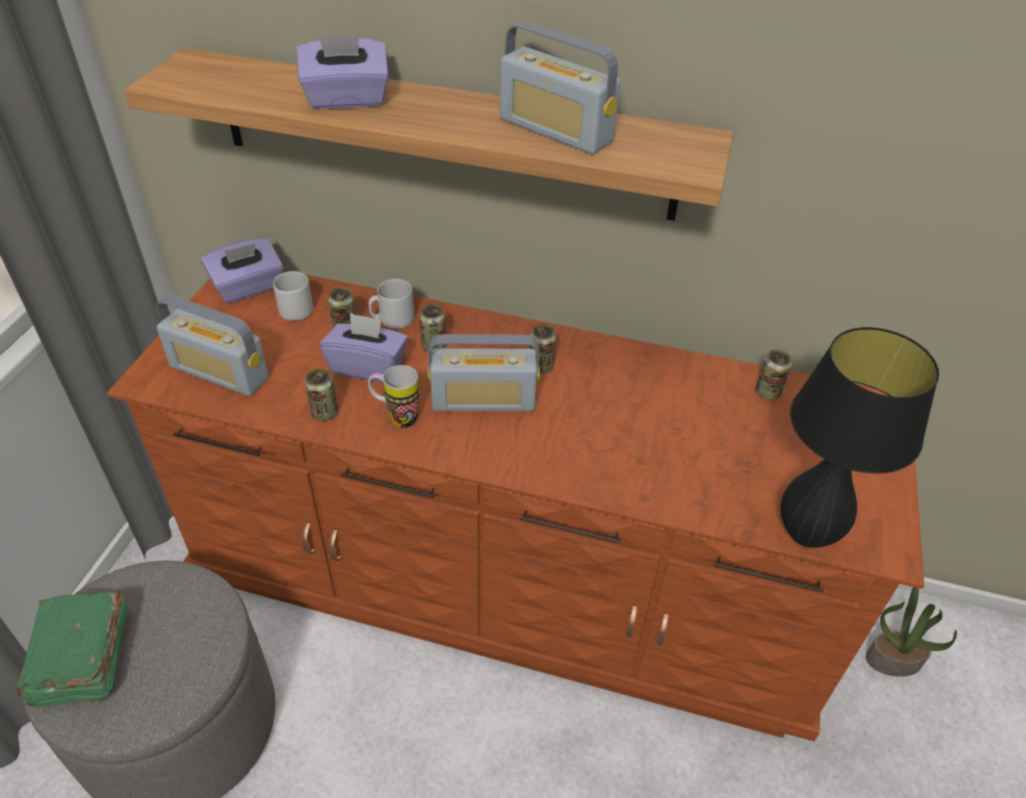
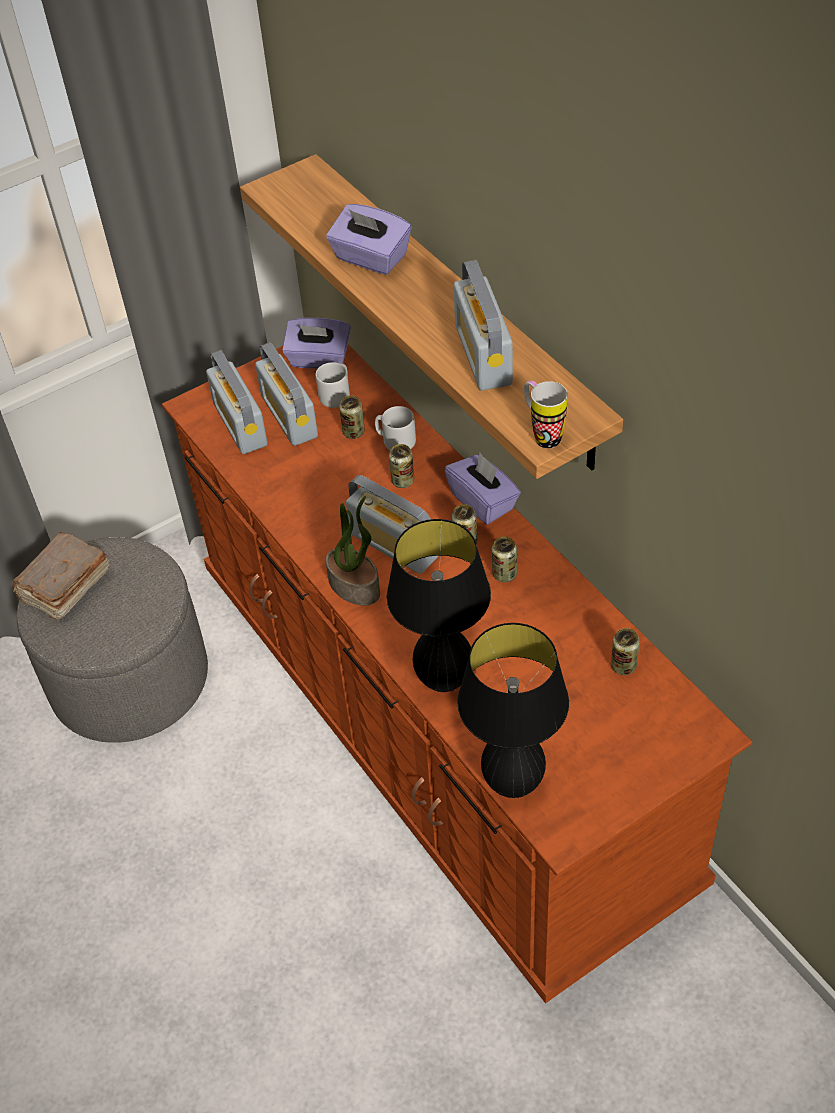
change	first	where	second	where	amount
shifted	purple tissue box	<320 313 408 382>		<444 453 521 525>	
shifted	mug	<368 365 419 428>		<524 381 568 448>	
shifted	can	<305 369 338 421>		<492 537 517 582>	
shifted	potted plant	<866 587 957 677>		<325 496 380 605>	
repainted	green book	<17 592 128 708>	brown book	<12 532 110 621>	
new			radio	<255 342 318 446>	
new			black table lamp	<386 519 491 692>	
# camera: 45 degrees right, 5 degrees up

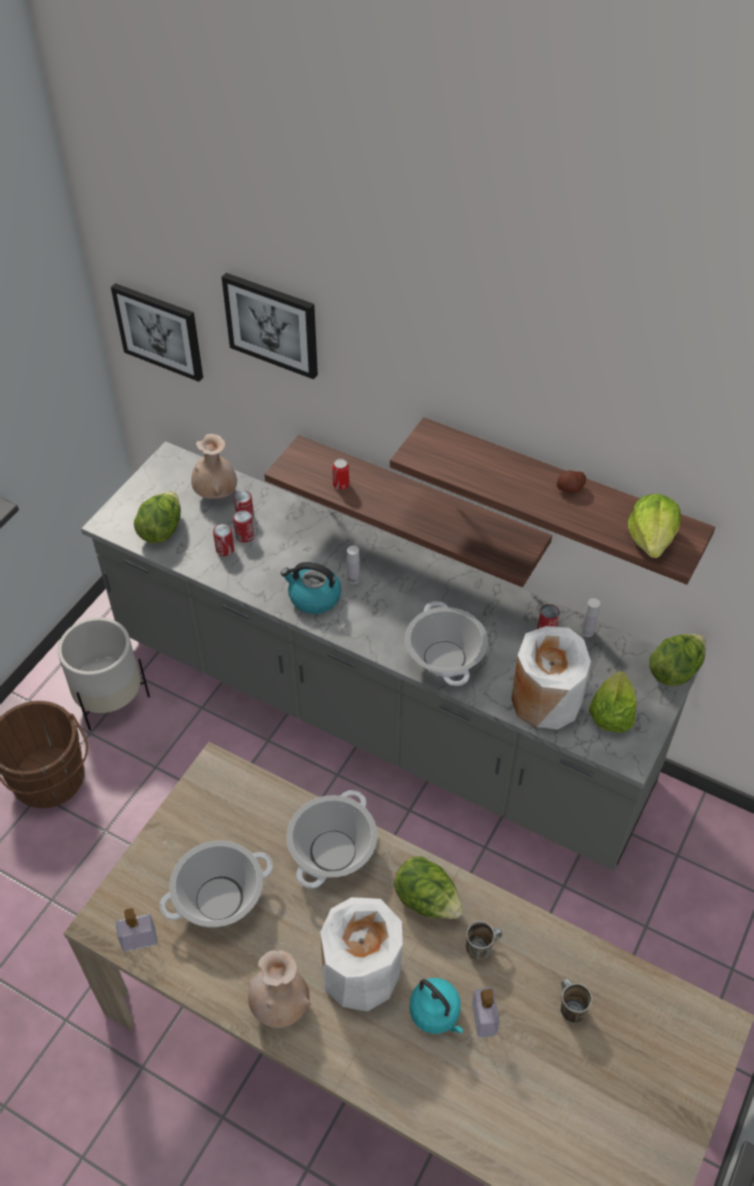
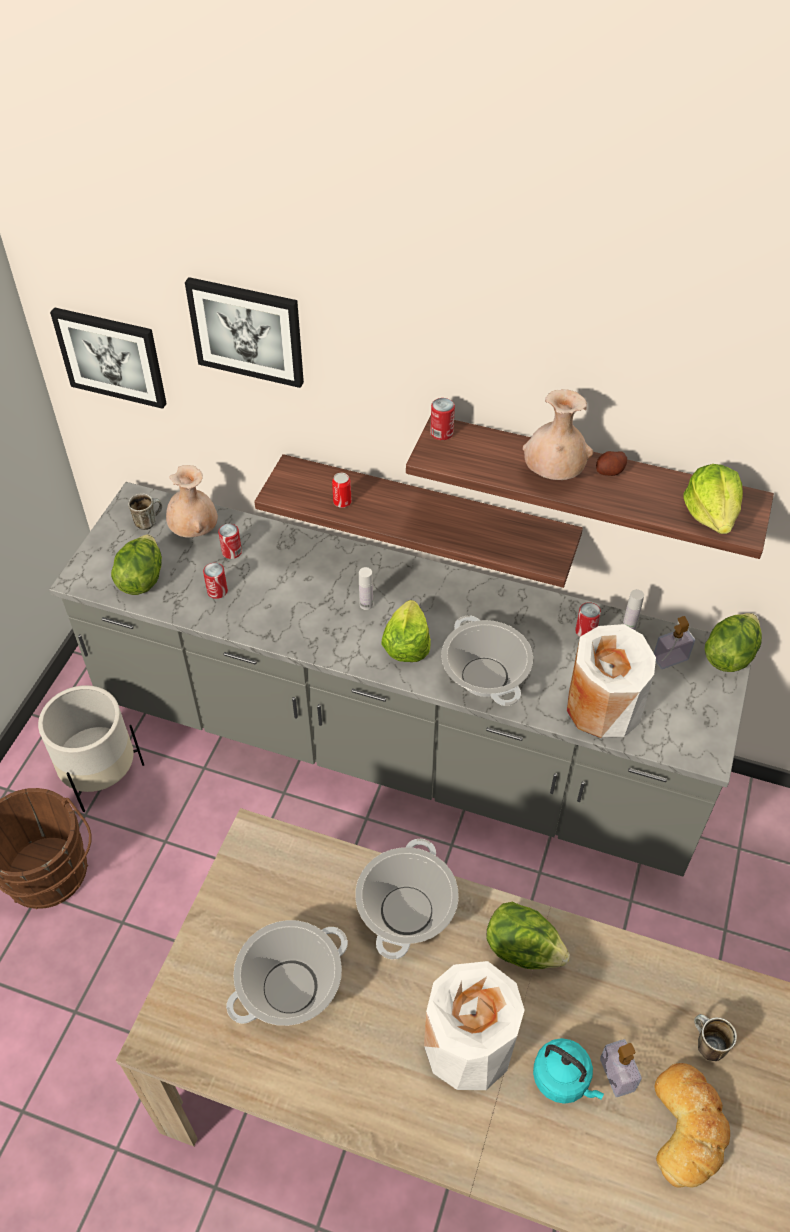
change	first	where	second	where	amount
shifted	can	<233 510 254 543>		<430 398 455 440>	
gone	kettle	<281 562 341 614>			
shifted	lettuce	<589 671 637 733>		<381 600 431 662>	
shifted	soap dispenser	<116 908 157 952>		<654 616 695 669>	
shifted	mug	<466 921 502 960>		<128 493 162 530>	
shifted	beige vase	<248 950 311 1028>		<523 389 593 480>	
new			bread	<654 1063 730 1188>	
# camera: 10 degrees left, 0 degrees up

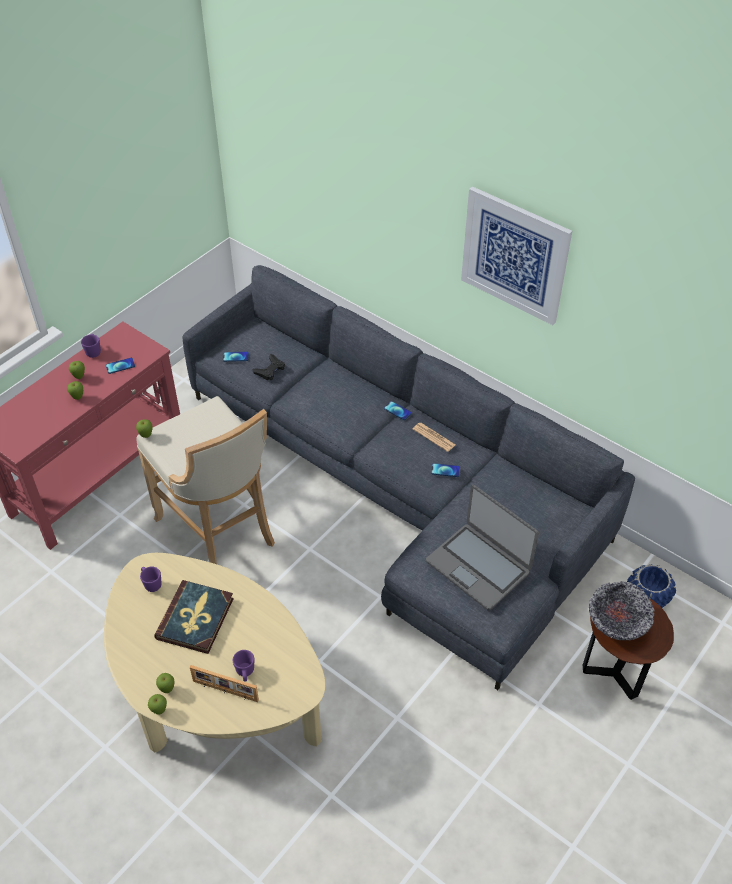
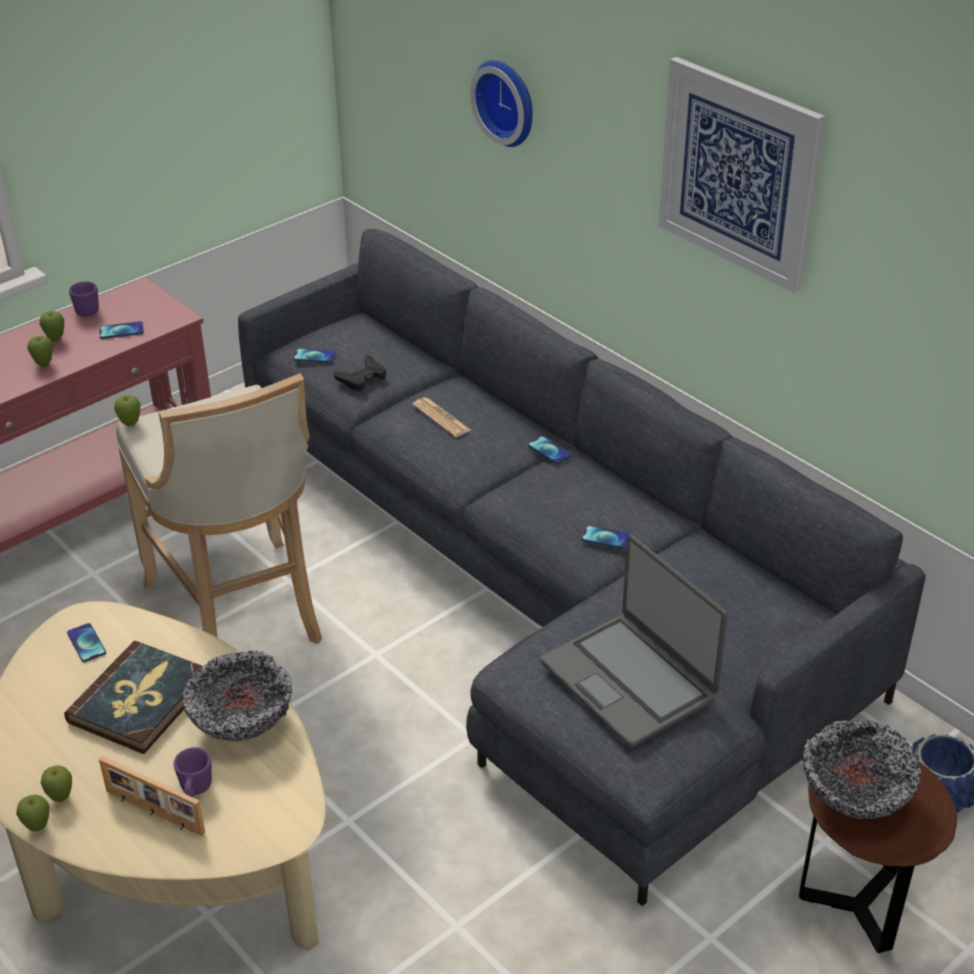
change	first	where	second	where	amount
shifted	newspaper	<413 423 456 452>		<412 398 470 437>	
swapped	purple mug	<140 567 162 592>	phone	<67 623 106 662>	
new			wall clock	<470 60 533 147>	
new			bowl	<183 650 292 742>	
# camera: 10 degrees right, 10 degrees down

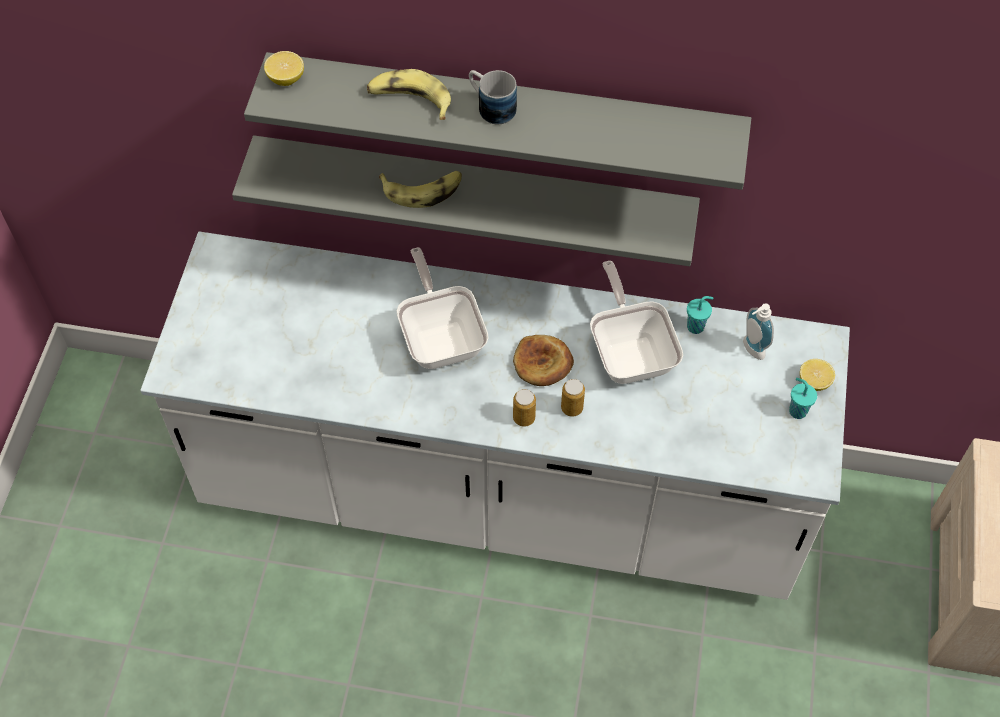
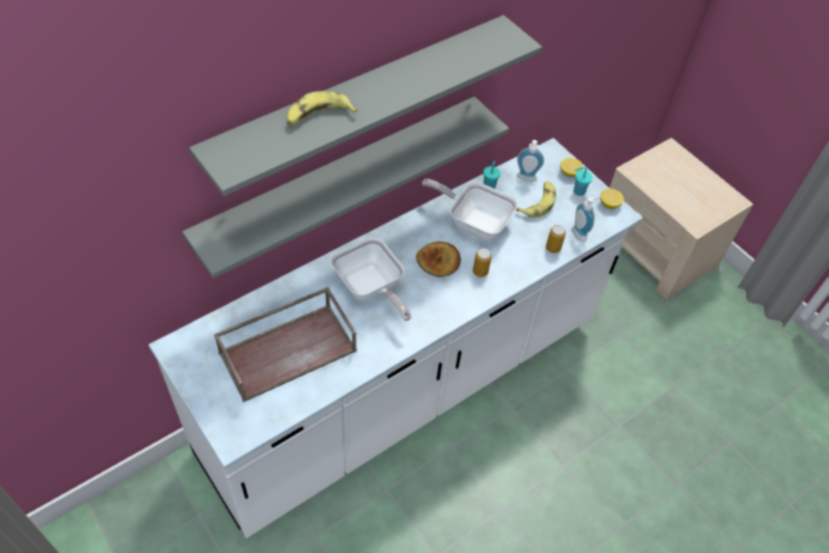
change	first	where	second	where	amount
shifted	lemon	<264 51 304 86>		<600 189 624 209>	
gone	mug	<469 70 517 124>			
shifted	banana	<379 171 462 208>		<516 182 556 218>	
rotated	frying pan	<397 248 489 369>		<331 237 411 321>	150 degrees counterclockwise
shifted	can	<513 389 536 427>		<546 225 566 253>	
new			soap dispenser	<572 196 600 242>	
new			brown tray	<214 287 357 402>	
# camera: 50 degrees left, 5 degrees down

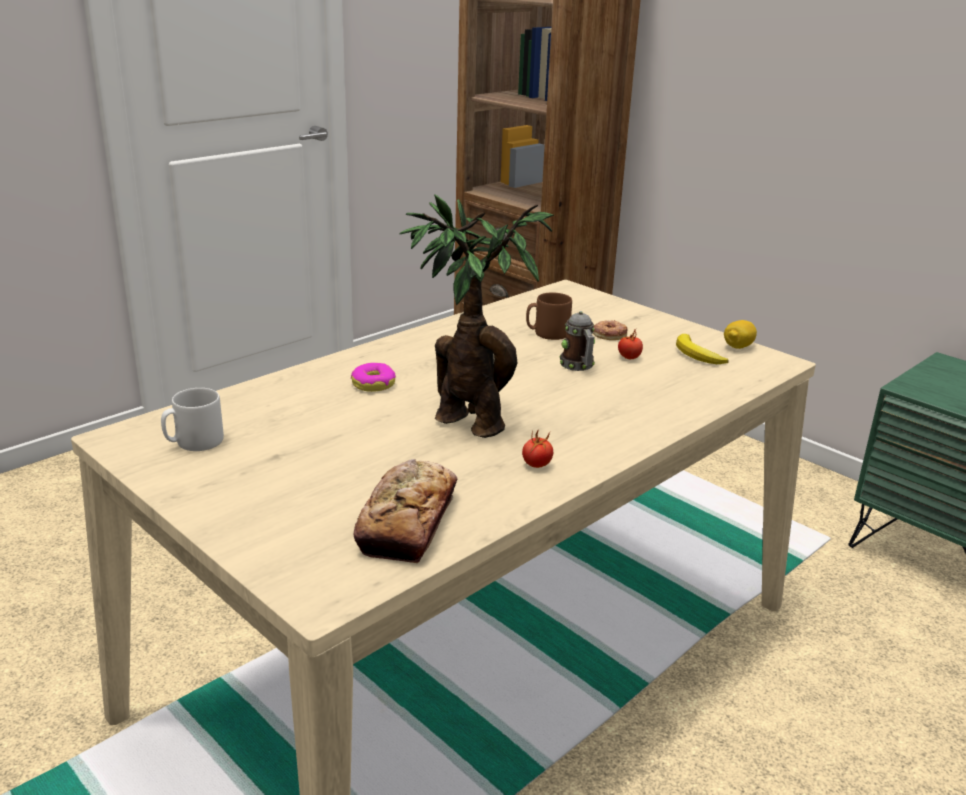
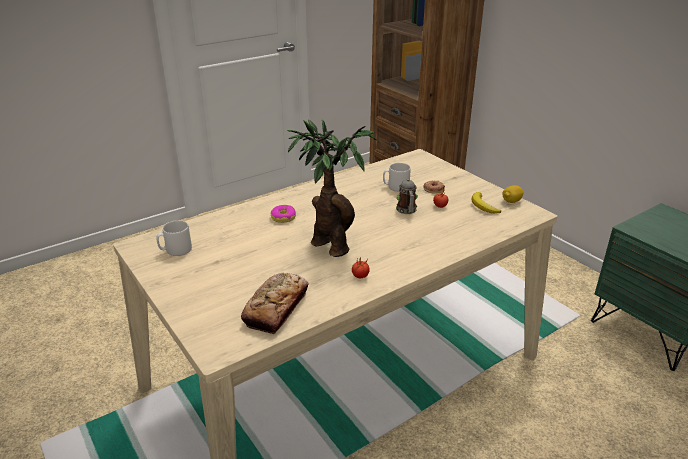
change	first	where	second	where	amount
repainted	brown mug	<526 292 572 340>	grey mug	<383 163 411 192>	
# camera: 10 degrees right, 5 degrees up

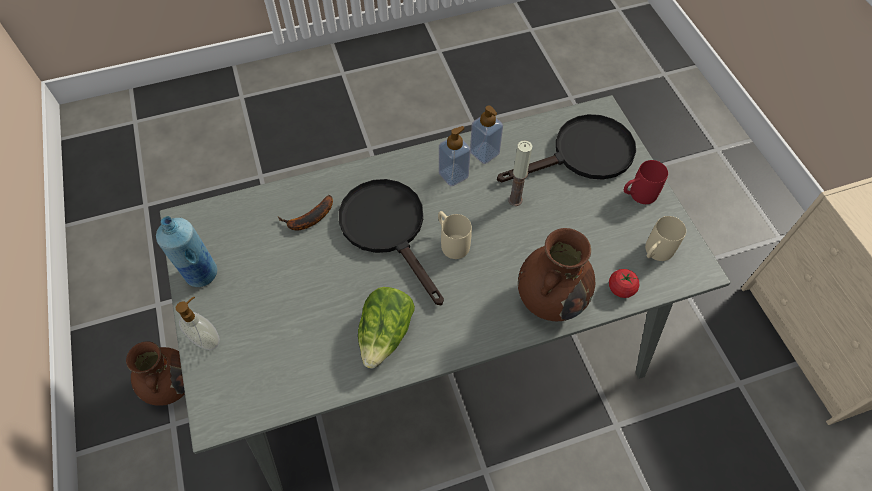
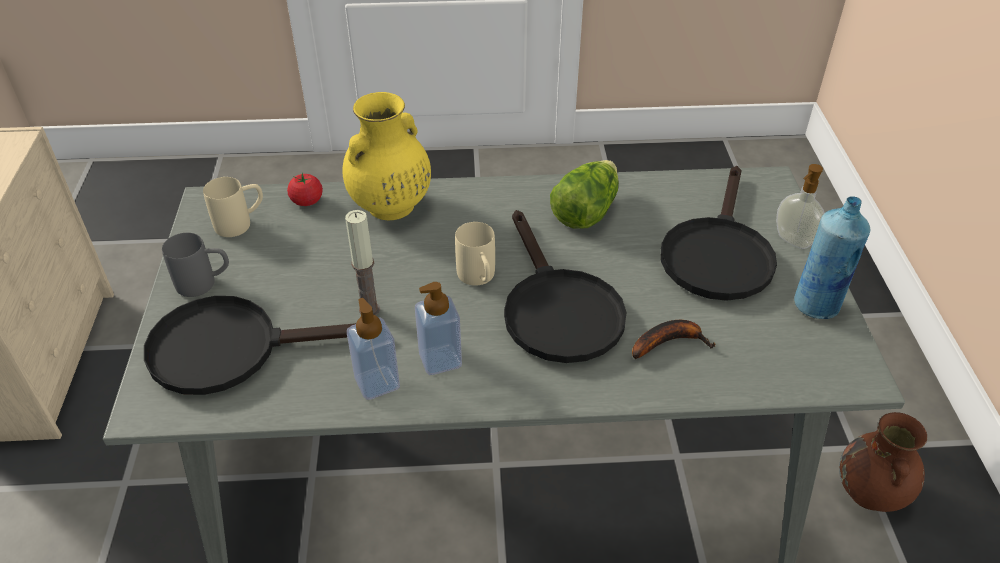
change	first	where	second	where	amount
repainted	red mug	<624 160 668 204>	grey mug	<162 233 229 297>	
repainted	brown vase	<518 228 595 321>	yellow vase	<342 92 431 220>	
new			black frying pan	<660 166 777 301>	
# camera: 165 degrees left, 15 degrees down

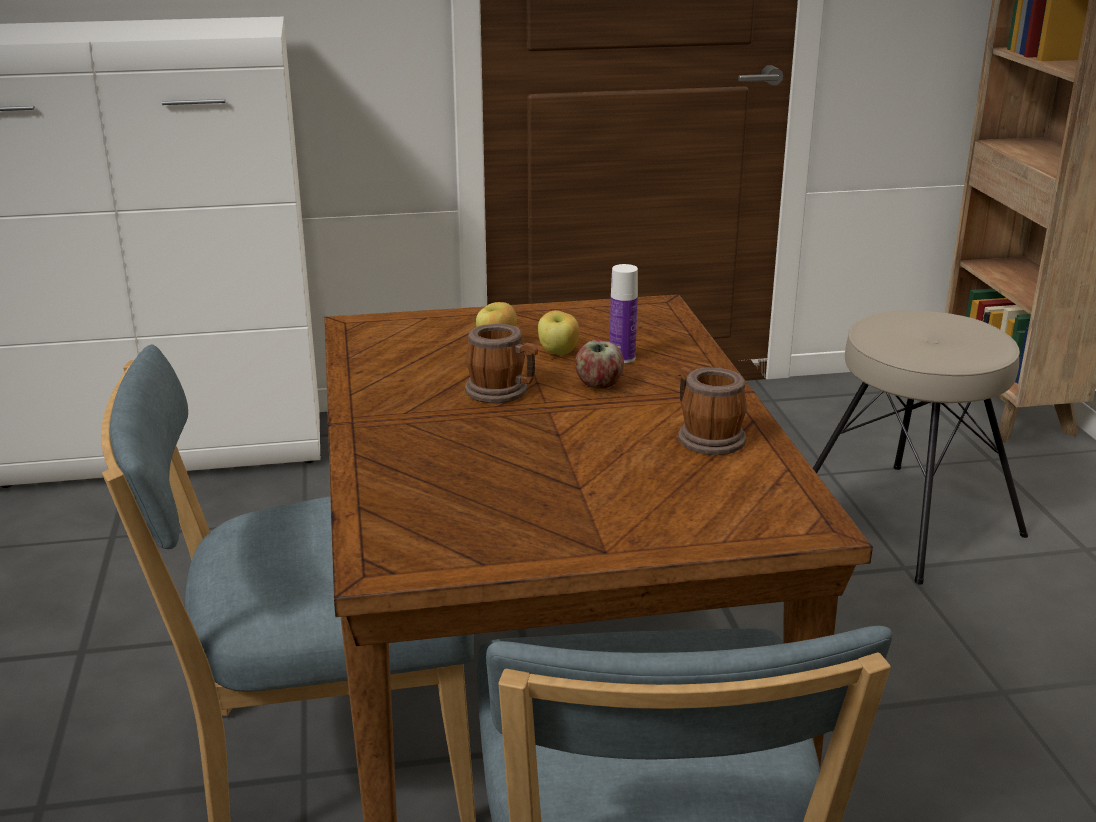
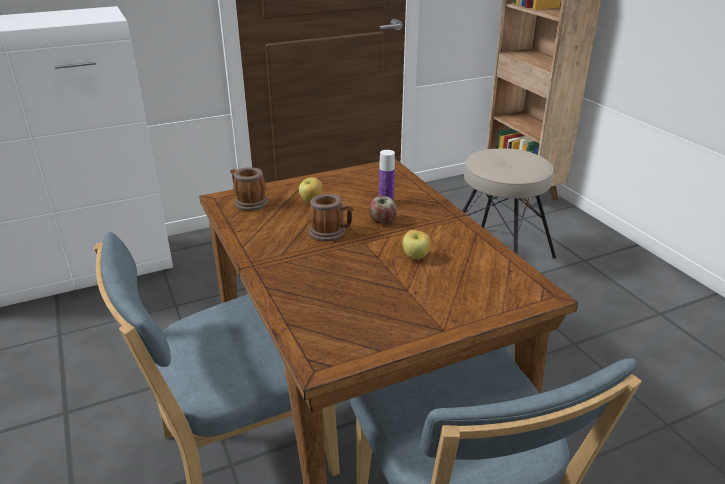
change	first	where	second	where	amount
shifted	apple	<538 310 580 355>		<402 230 431 259>	
shifted	mug	<678 367 747 455>		<230 167 268 211>	
# camera: 15 degrees left, 5 degrees up

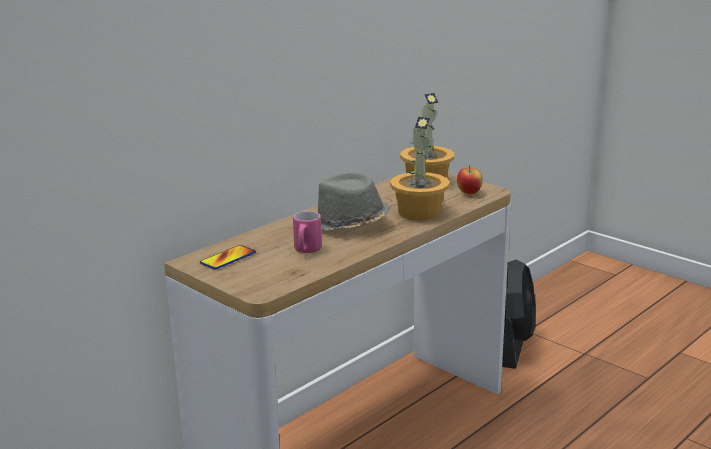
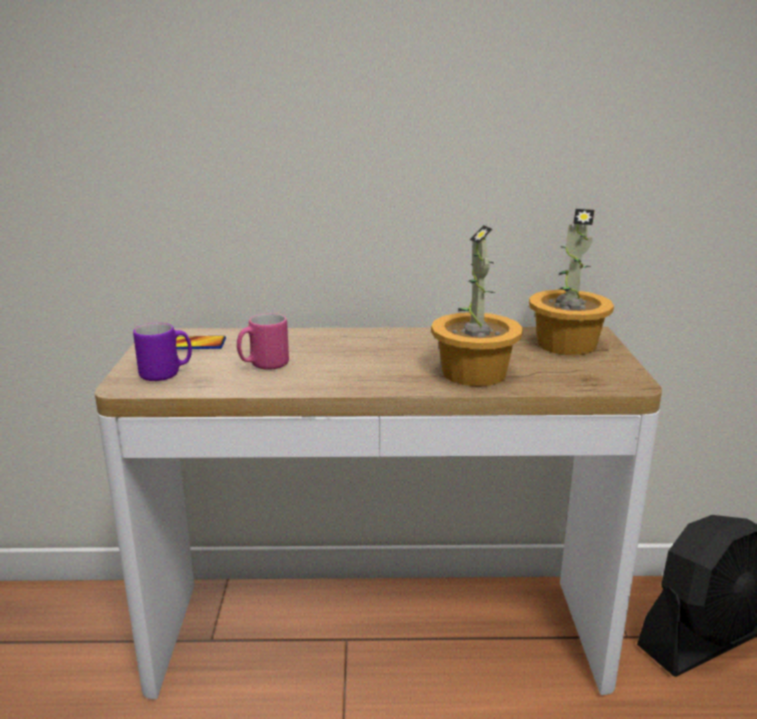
change	first	where	second	where	amount
gone	apple	<457 165 483 194>			
gone	grey hat	<318 172 390 231>			
new			purple mug	<133 323 192 381>	
# camera: 45 degrees right, 0 degrees up

